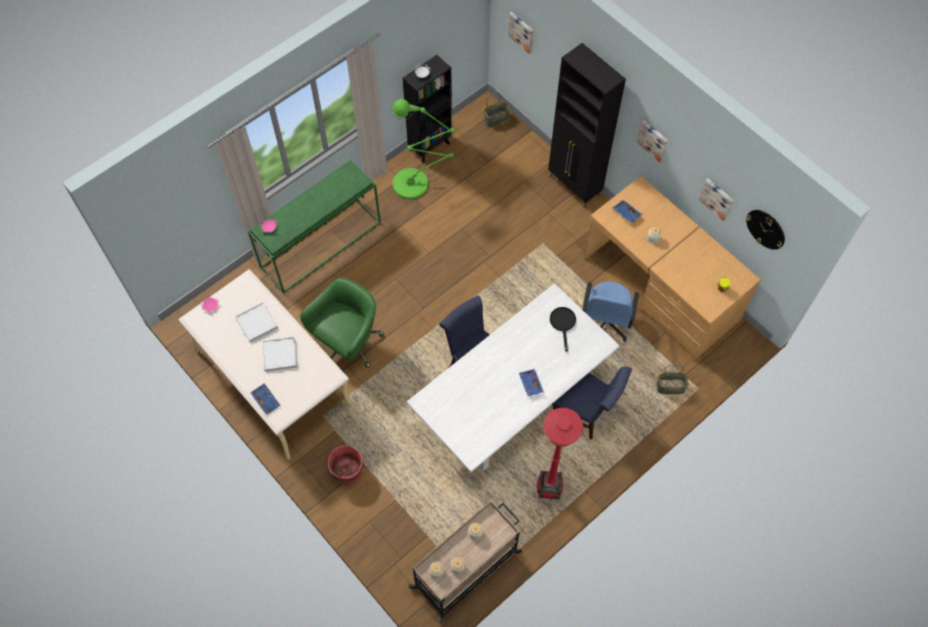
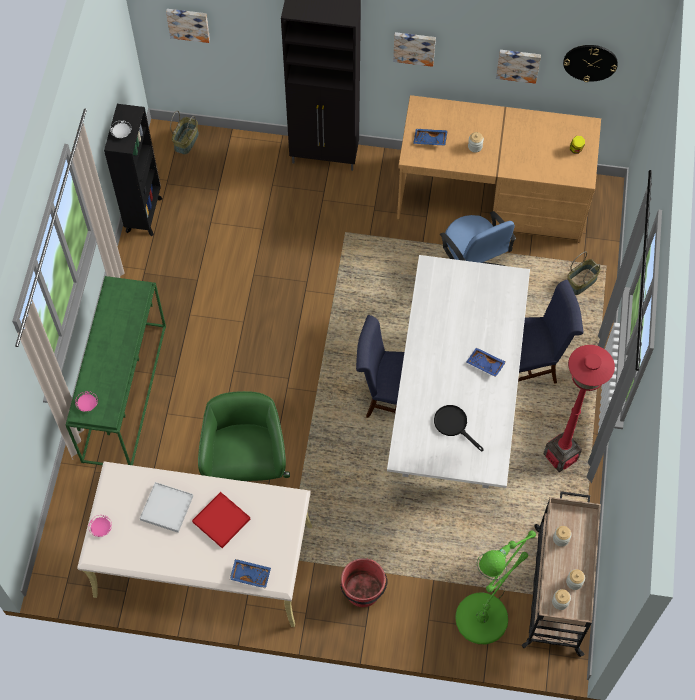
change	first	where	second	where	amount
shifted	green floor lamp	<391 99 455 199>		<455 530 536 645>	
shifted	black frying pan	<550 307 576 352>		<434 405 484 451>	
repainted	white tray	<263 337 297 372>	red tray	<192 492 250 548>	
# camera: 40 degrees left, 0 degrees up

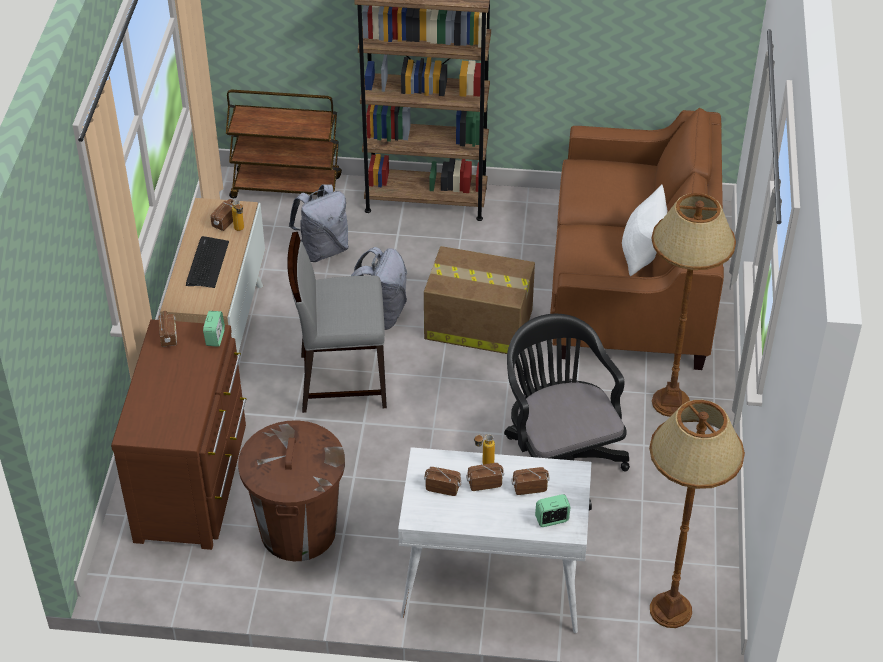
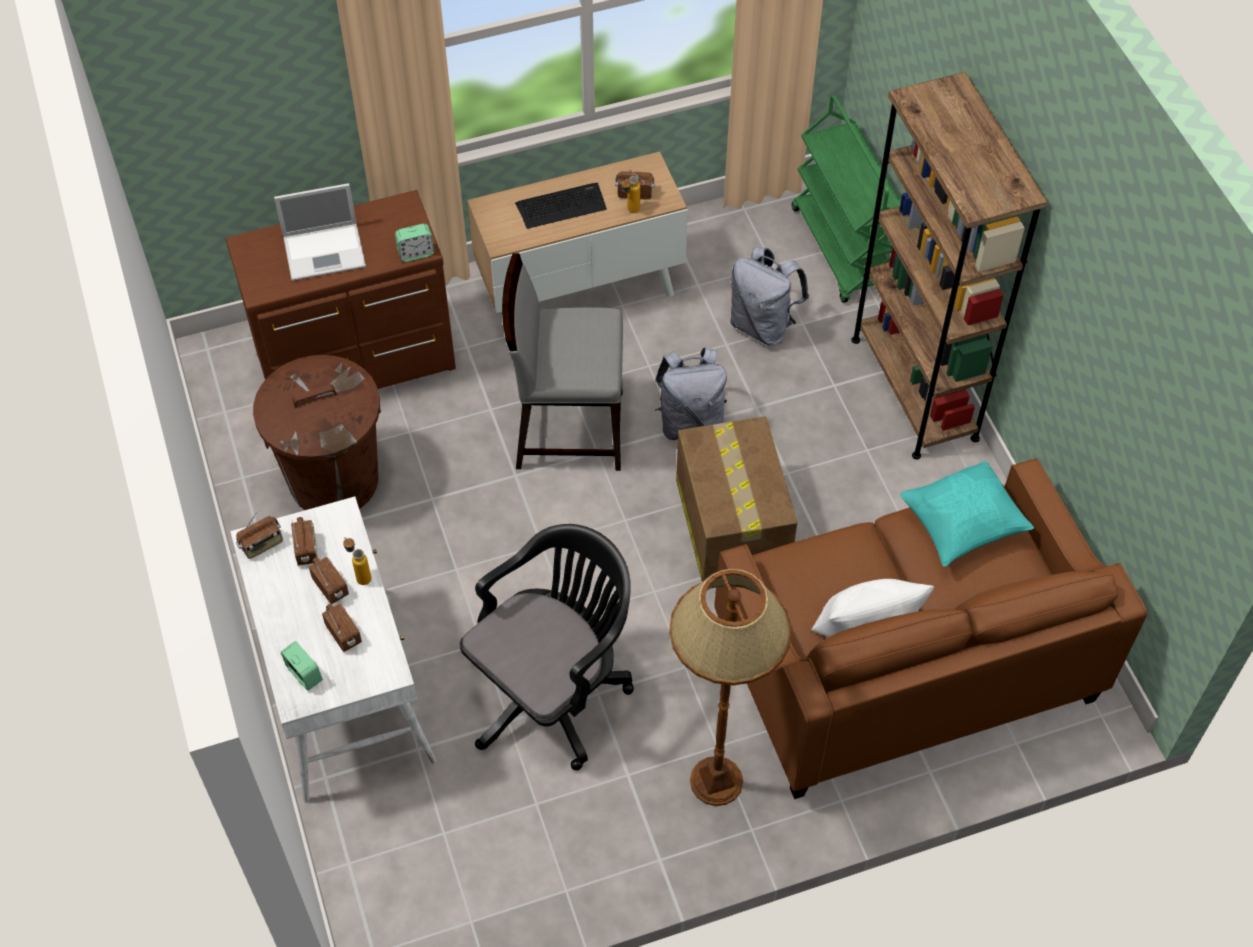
change	first	where	second	where	amount
repainted	brown cart	<226 90 342 198>	green cart	<792 95 901 303>	
rotated	grey chair	<287 232 387 413>		<502 253 623 471>	60 degrees counterclockwise
shifted	radio	<158 309 177 347>		<236 511 283 559>	
gone	brown floor lamp	<649 400 745 628>			
new			laptop	<274 183 366 281>	
new			turquoise pillow	<900 461 1034 567>	
# camera: 65 degrees right, 10 degrees up

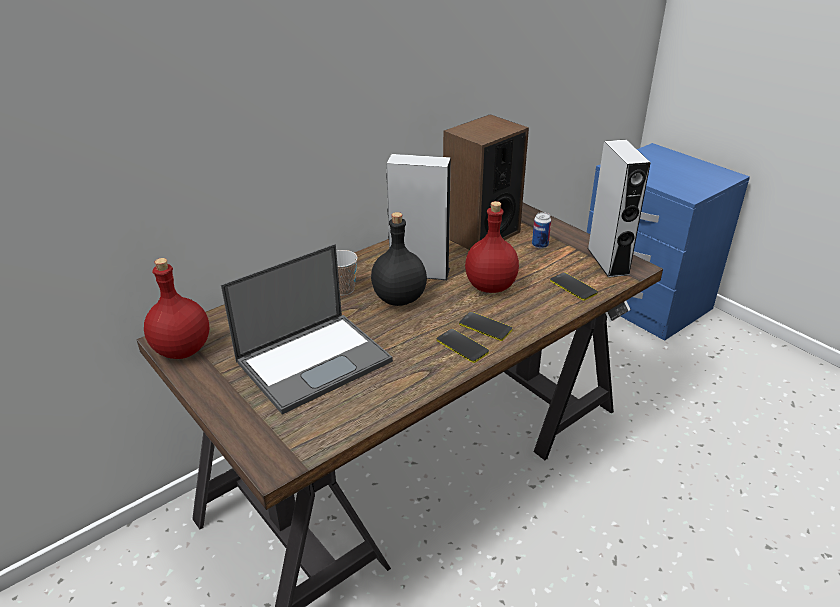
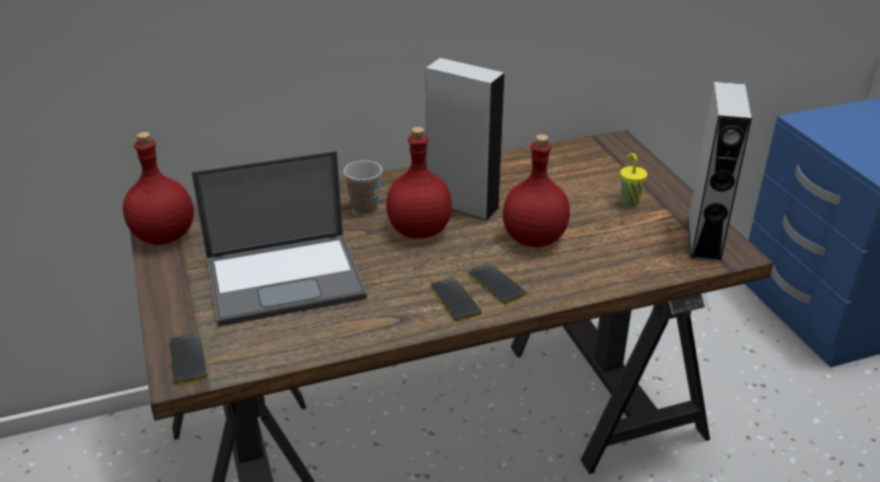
change	first	where	second	where	amount
gone	speaker	<443 114 529 250>			
repainted	black bottle	<371 212 427 306>	red bottle	<386 127 452 239>	
swapped	can	<532 212 551 249>	yellow cup	<620 153 647 207>	
shifted	phone	<550 272 598 301>		<169 333 208 385>	
# camera: 20 degrees right, 0 degrees up

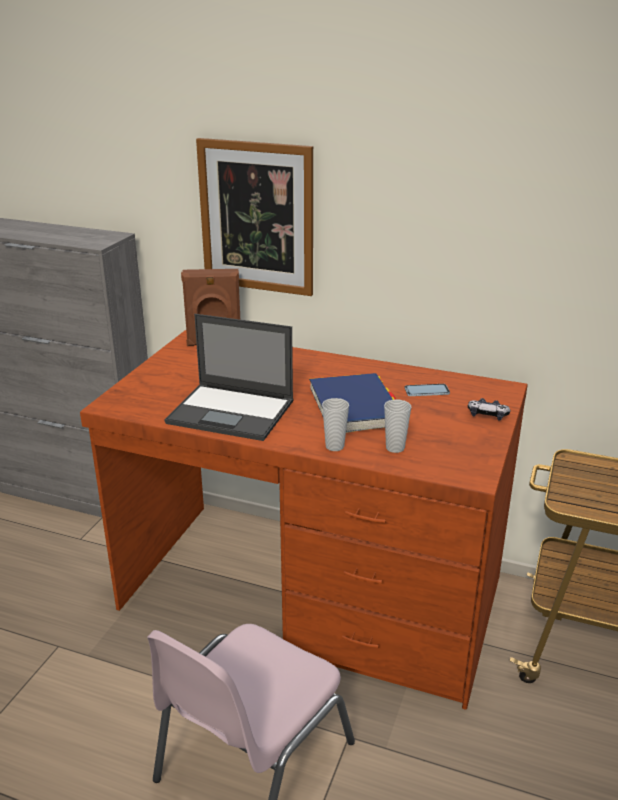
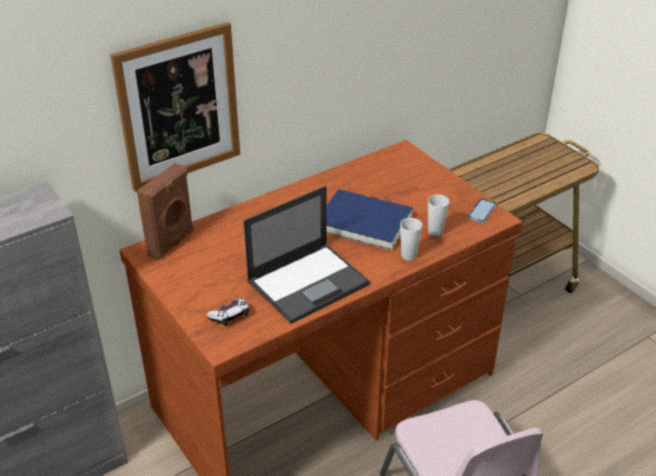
change	first	where	second	where	amount
shifted	phone	<404 384 450 396>		<467 198 497 223>	
shifted	game controller	<468 398 510 421>		<207 298 249 326>	
# camera: 55 degrees left, 10 degrees up

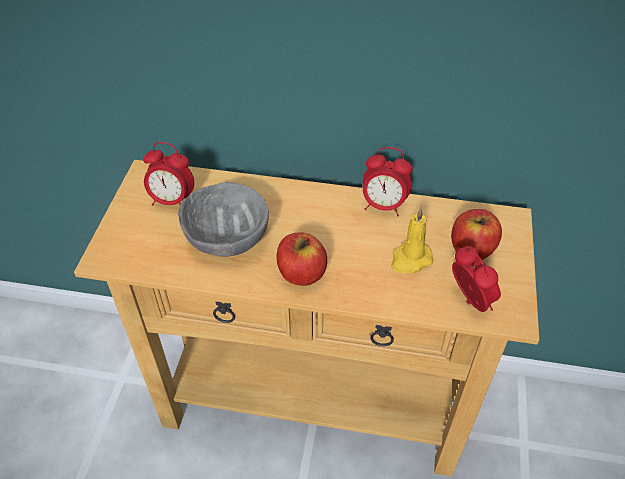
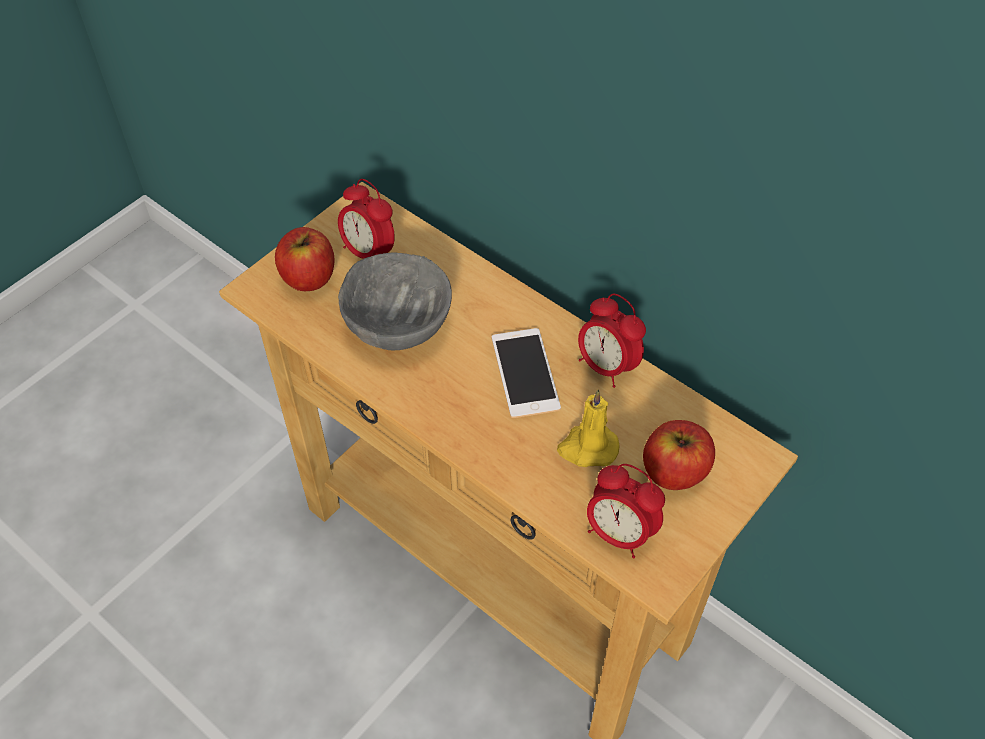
change	first	where	second	where	amount
shifted	apple	<276 232 327 286>		<275 227 335 291>	
rotated	alarm clock	<452 246 501 312>		<587 464 665 558>	120 degrees clockwise
new			phone	<492 328 561 418>	
# camera: 30 degrees right, 5 degrees up

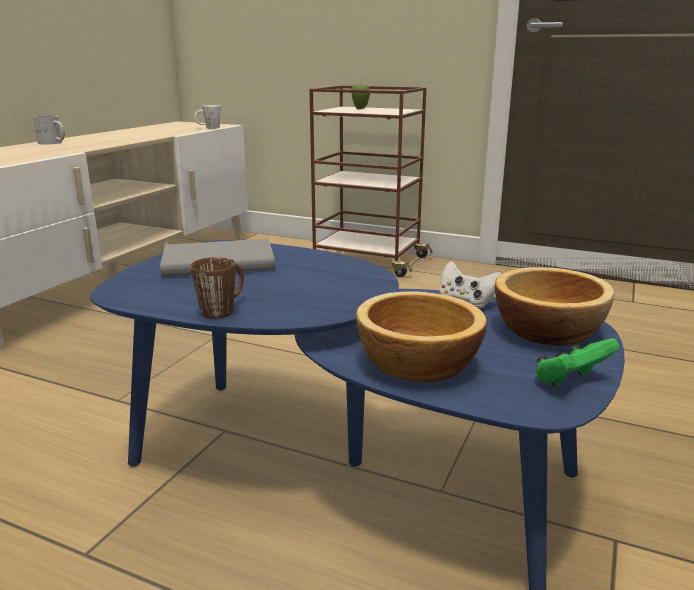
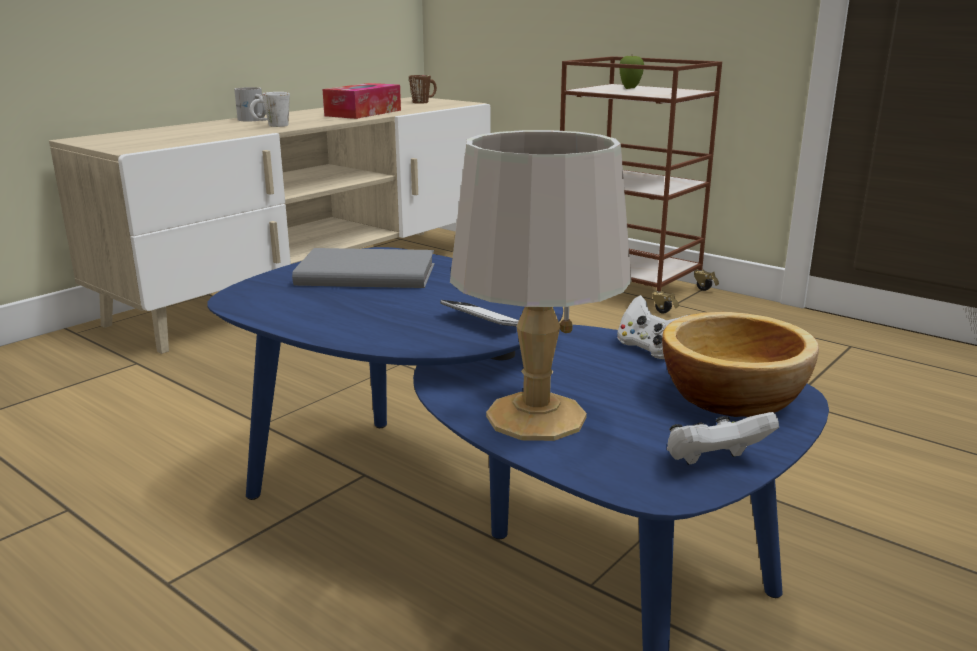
change	first	where	second	where	amount
shifted	white mug	<194 105 221 129>		<250 92 290 127>	
shifted	brown mug	<190 257 244 319>		<409 75 437 104>	
swapped	bowl	<356 291 487 382>	grey table lamp	<450 130 631 441>	
repainted	green game controller	<535 338 619 386>	white game controller	<667 412 779 465>	
new			tissue box	<322 83 401 119>	
new			phone	<440 300 519 326>	
# camera: 15 degrees right, 0 degrees up

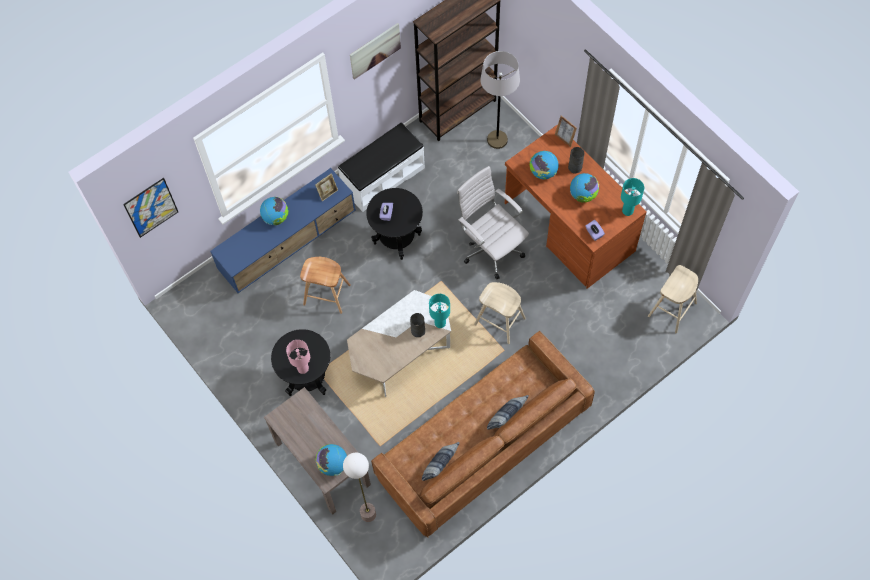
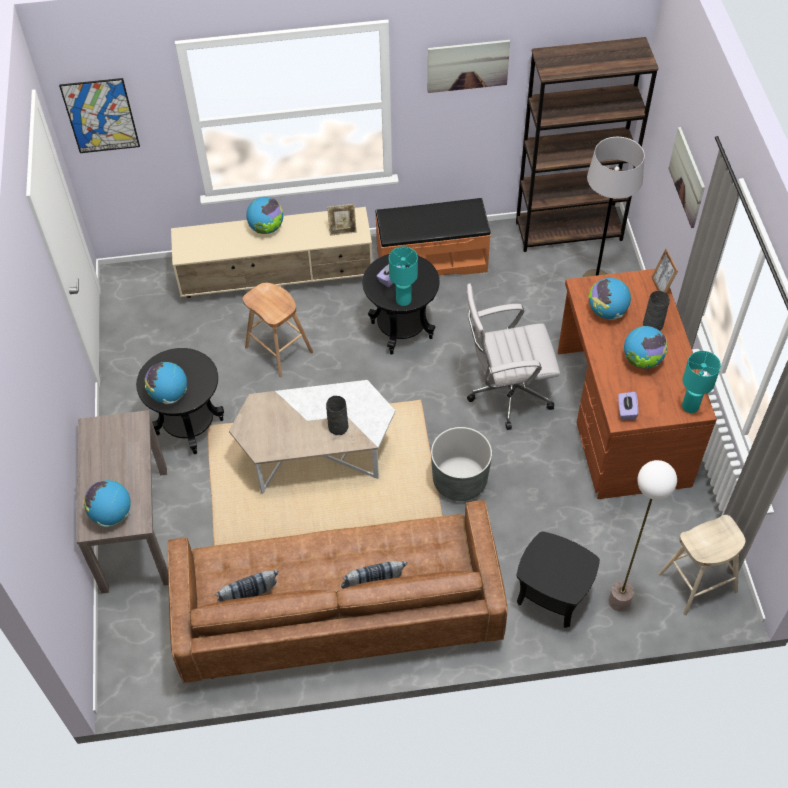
change	first	where	second	where	amount
repainted	white bench	<338 122 425 212>	orange bench	<375 198 491 276>	
rotated	white office chair	<457 166 529 280>		<466 283 560 430>	90 degrees counterclockwise
repainted	blue tv stand	<210 168 356 293>	beige tv stand	<171 207 372 298>	
swapped	beige stool	<474 282 526 344>	grey planter	<431 427 492 501>	
shifted	turquoise table lamp	<429 294 450 328>		<389 247 418 306>	
swapped	pink table lamp	<286 340 310 374>	globe	<145 362 187 404>	
shifted	floor lamp	<343 453 376 522>		<609 460 677 611>	
new			picture	<668 127 705 228>	
new			black side table	<517 531 600 628>	
# camera: 30 degrees right, 10 degrees down

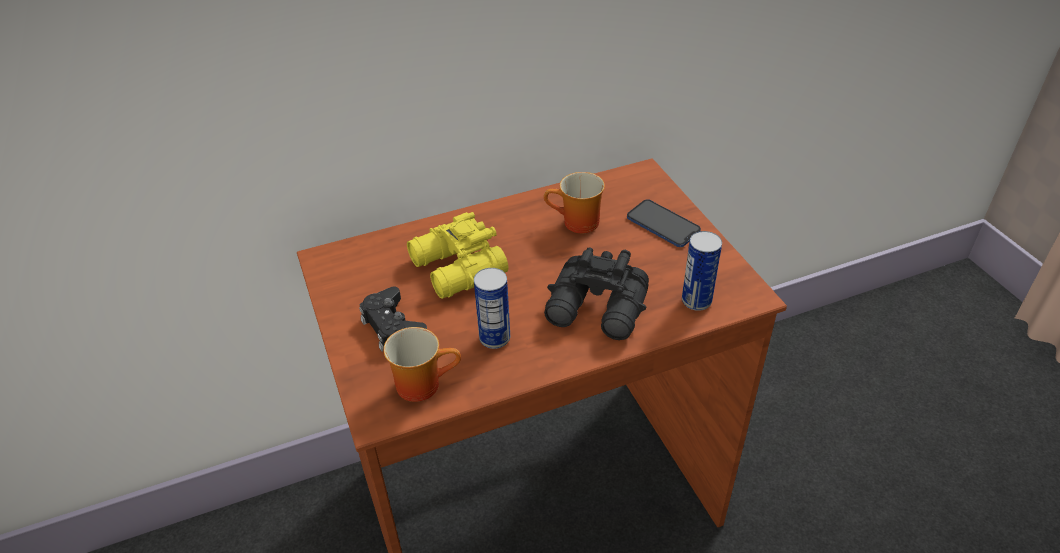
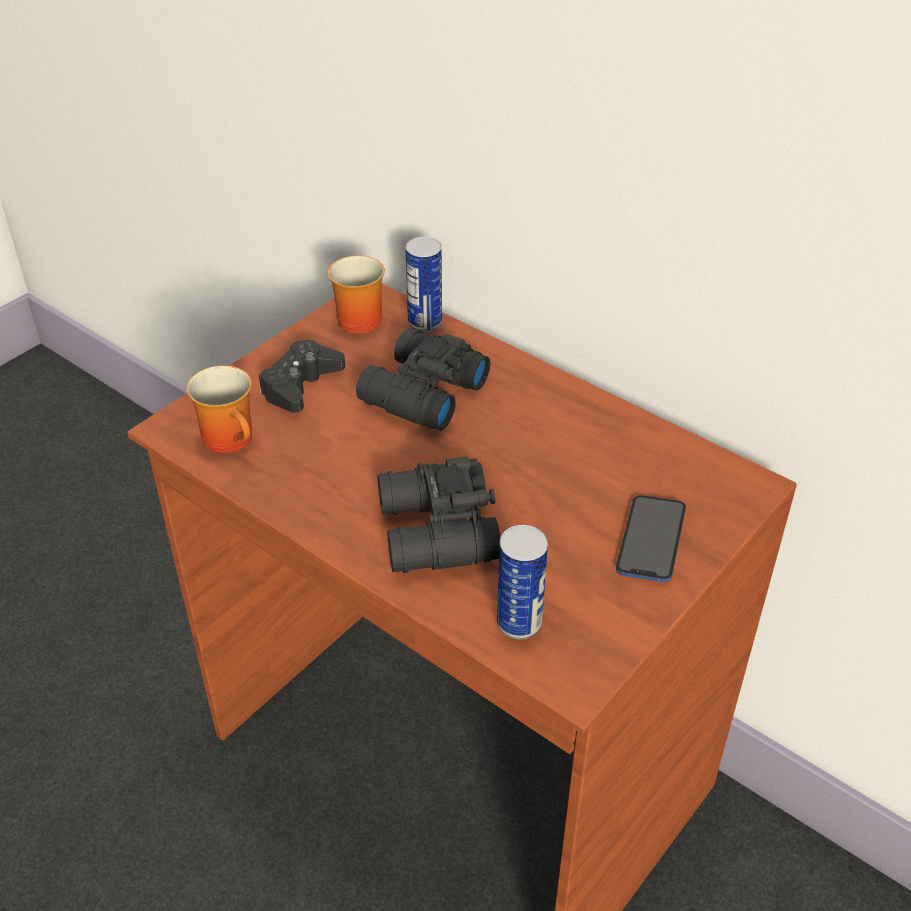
change	first	where	second	where	amount
shifted	mug	<544 172 605 233>		<327 255 385 334>	
repainted	yellow binoculars	<407 212 509 299>	black binoculars	<356 329 490 430>	
shifted	can	<474 268 510 349>		<405 237 442 332>	
# camera: 60 degrees right, 0 degrees up

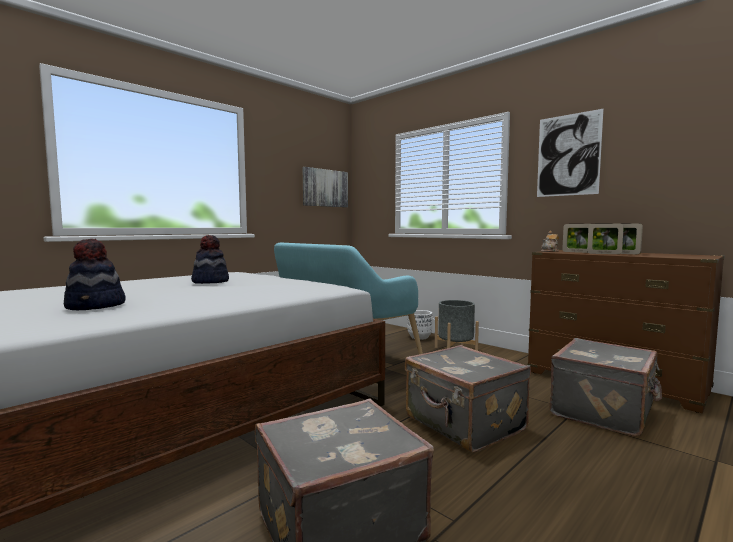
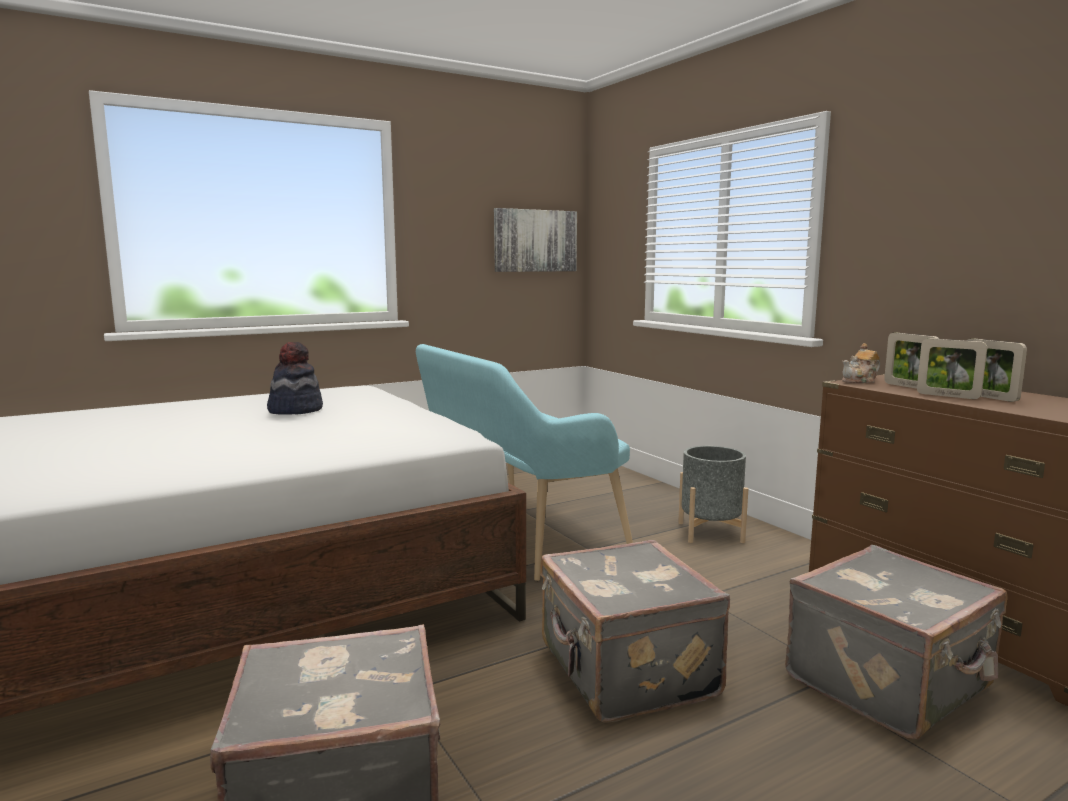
change	first	where	second	where	amount
gone	picture	<537 109 604 197>			
gone	hat	<64 239 126 310>			
gone	white planter	<407 310 432 340>			
# camera: 15 degrees right, 5 degrees up

